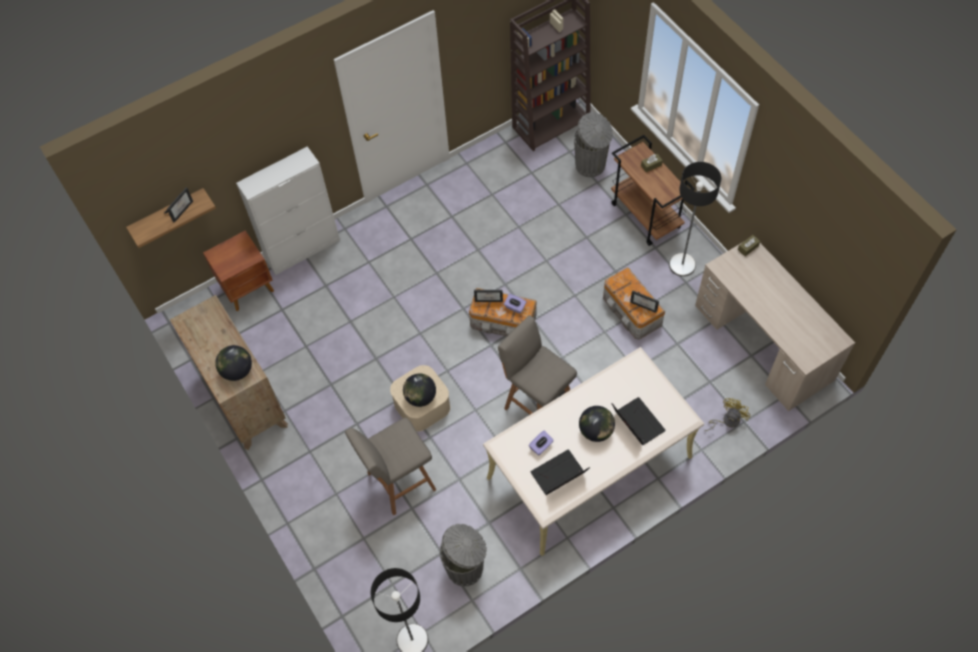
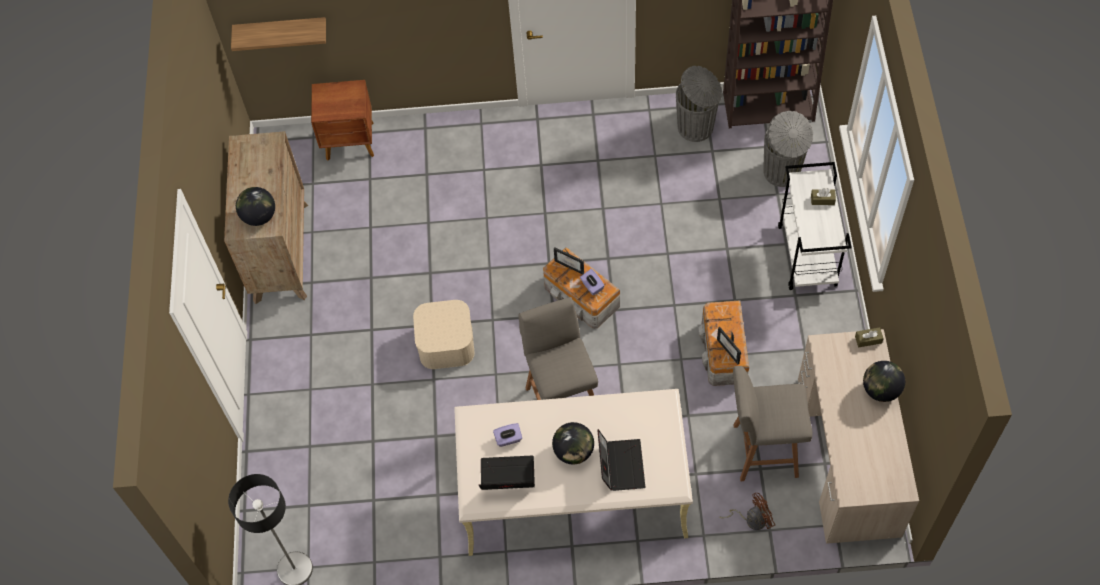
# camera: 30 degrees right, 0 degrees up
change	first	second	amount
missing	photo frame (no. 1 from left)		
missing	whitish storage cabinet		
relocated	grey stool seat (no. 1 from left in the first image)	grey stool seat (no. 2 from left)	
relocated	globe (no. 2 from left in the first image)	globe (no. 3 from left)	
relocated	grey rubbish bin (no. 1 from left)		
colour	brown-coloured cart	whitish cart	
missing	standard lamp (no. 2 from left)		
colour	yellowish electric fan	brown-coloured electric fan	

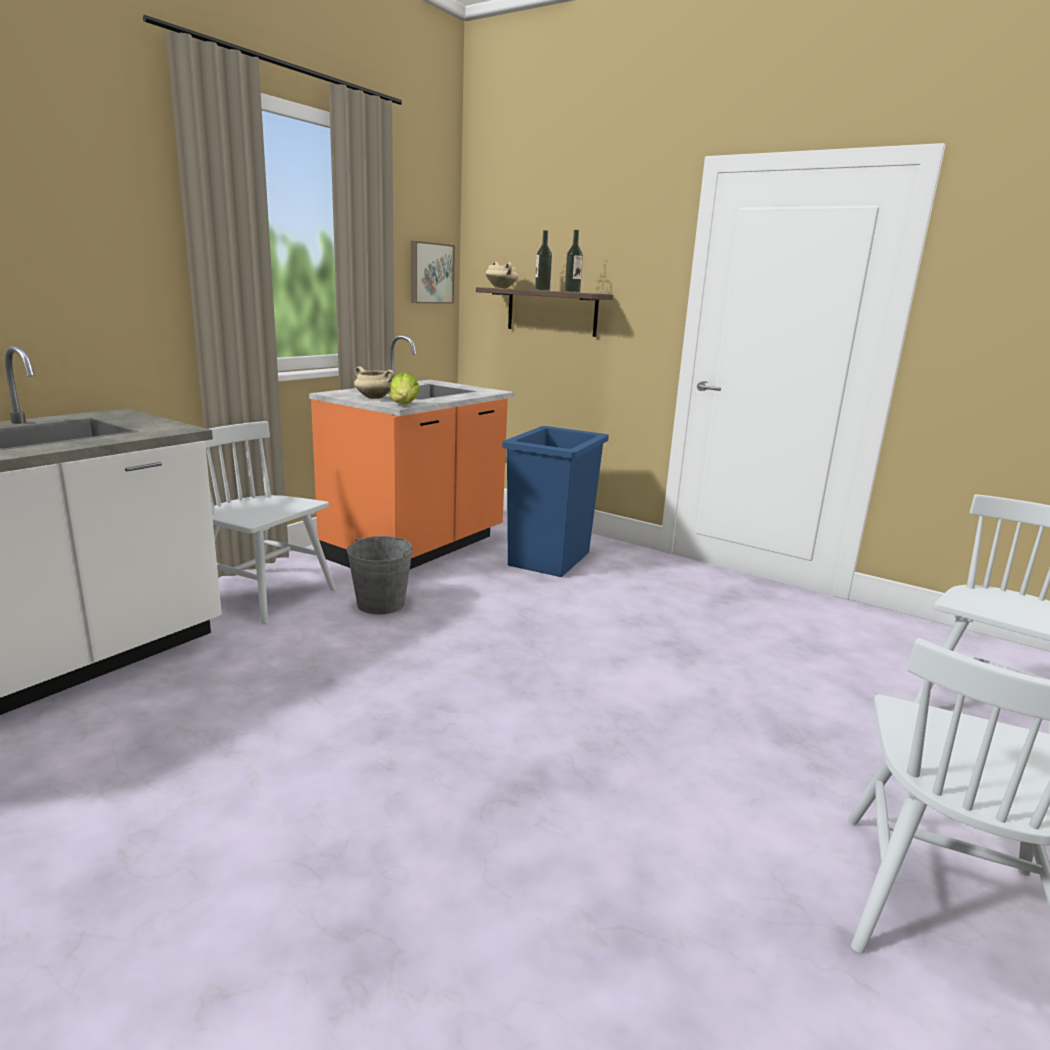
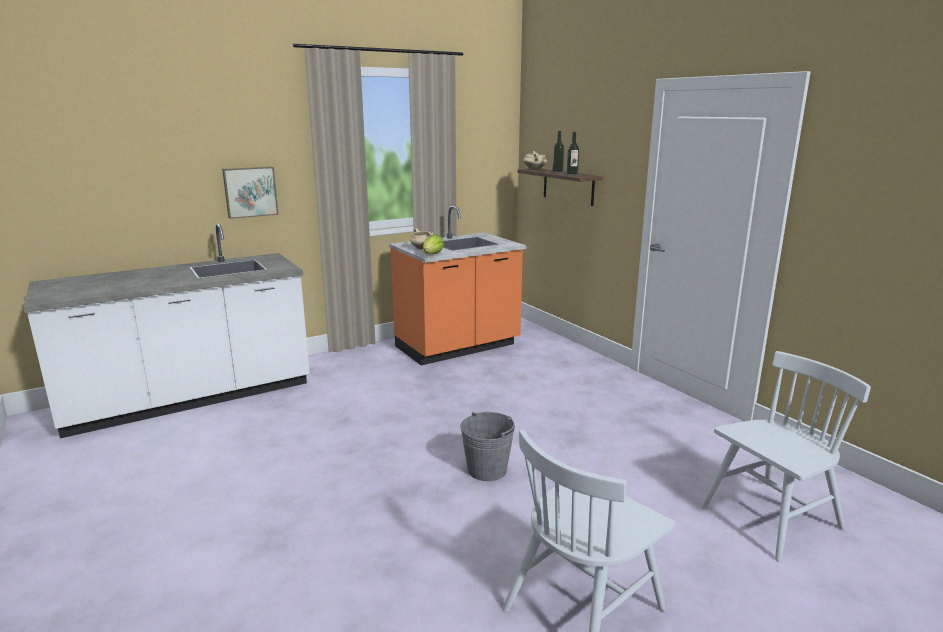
# camera: 25 degrees right, 0 degrees up
change	first	second	amount
missing	whitish upright chair (no. 1 from left)		
relocated	grey water bucket		
relocated	picture		
missing	bluish rubbish bin		

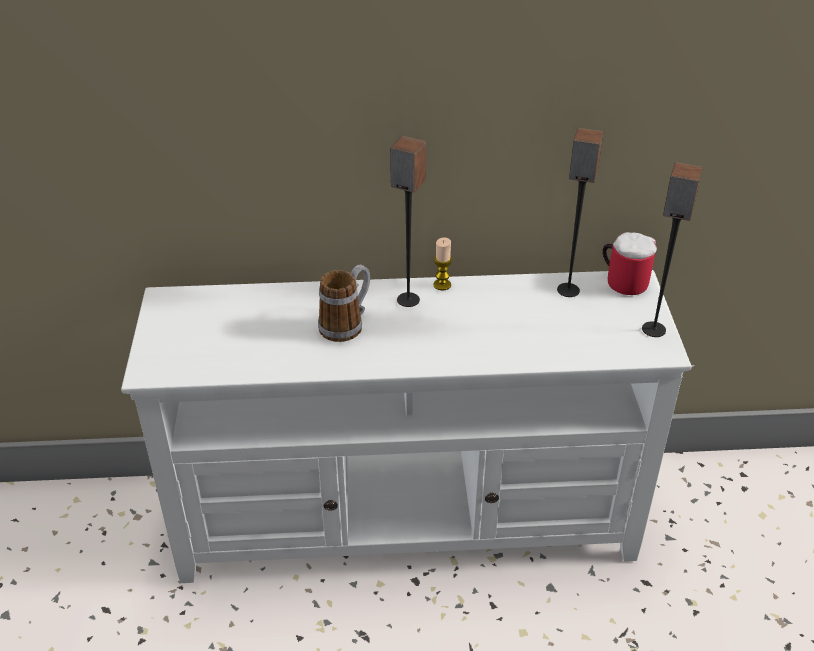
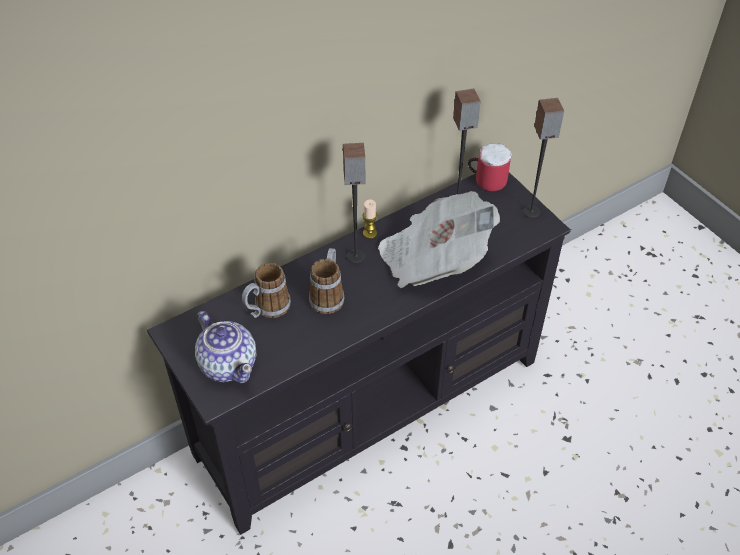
# camera: 30 degrees left, 10 degrees up
change	first	second	amount
colour	whitish tv stand	black tv stand	
appeared		tea pot	
appeared		mug (no. 1 from left)	
appeared		newspaper	

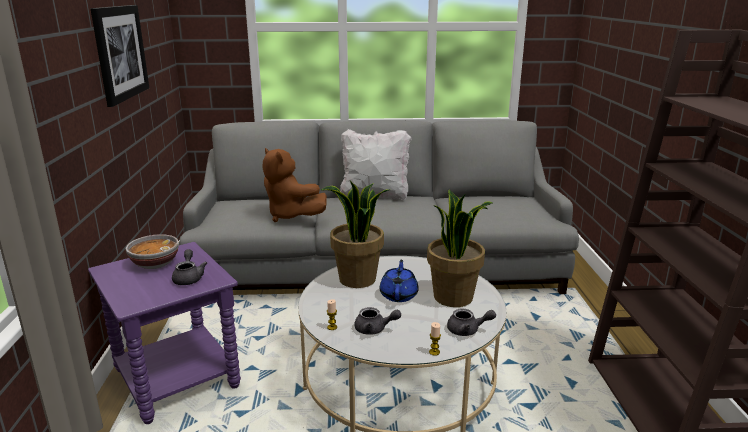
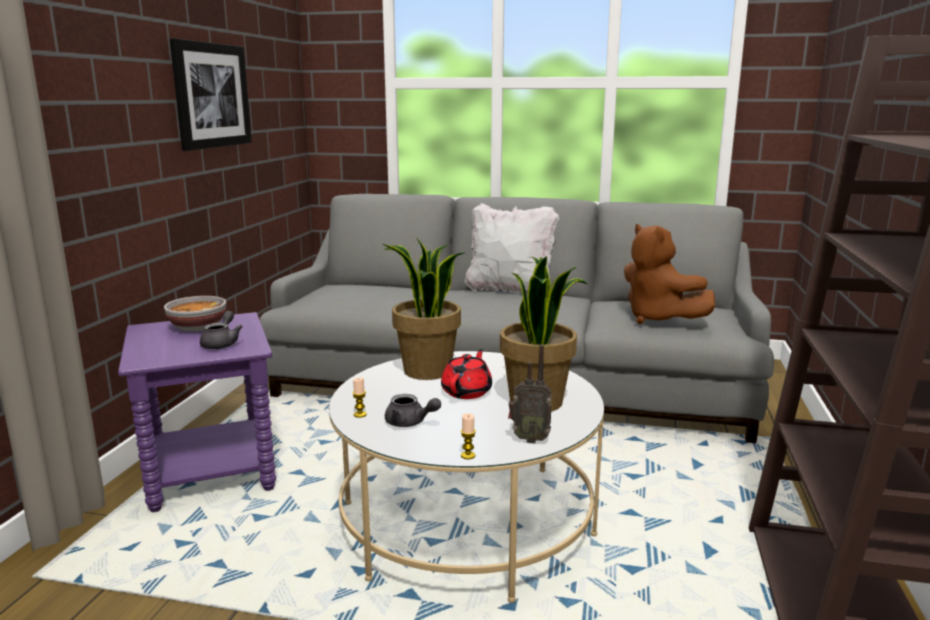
# camera: 15 degrees right, 5 degrees down
change	first	second	amount
relocated	brown-coloured soft toy		
colour	bluish tea pot	reddish tea pot	
exchanged	grey tea pot (no. 3 from left)	radio receiver	

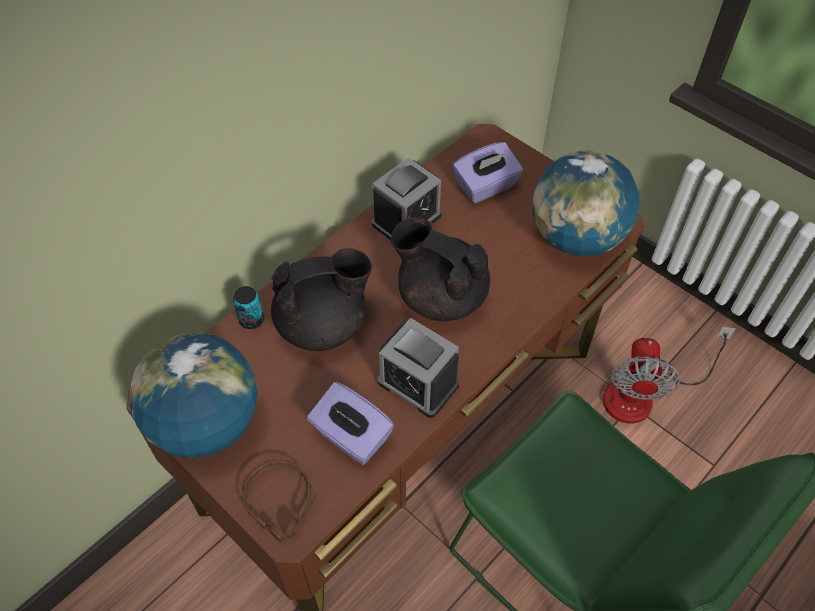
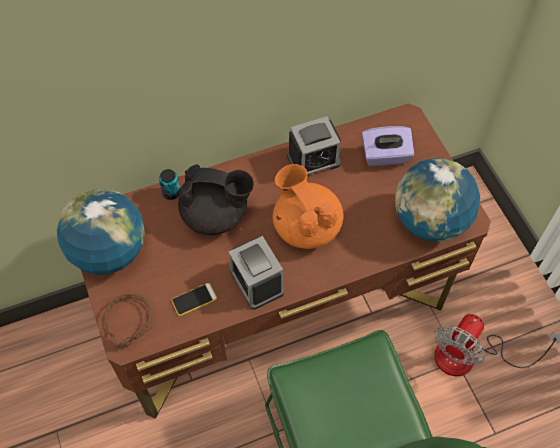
# camera: 25 degrees right, 5 degrees up
change	first	second	amount
exchanged	purple tissue holder (no. 1 from left)	telephone	
colour	black tea pot (no. 2 from left)	orange-coloured tea pot	

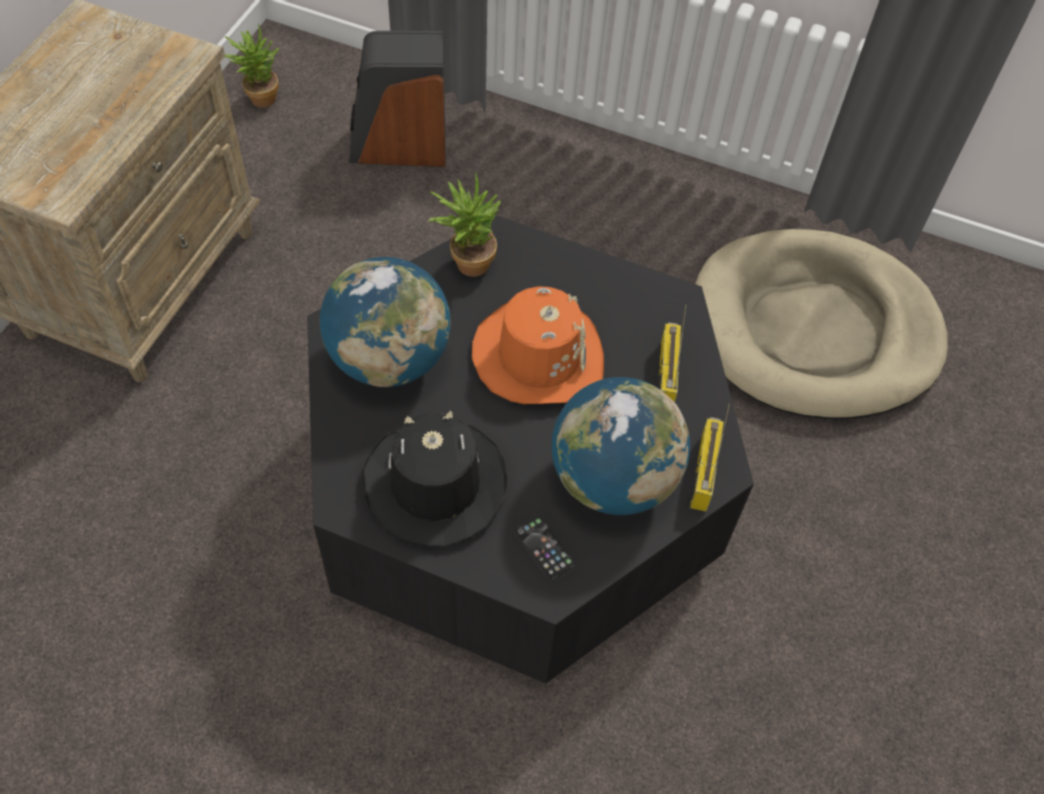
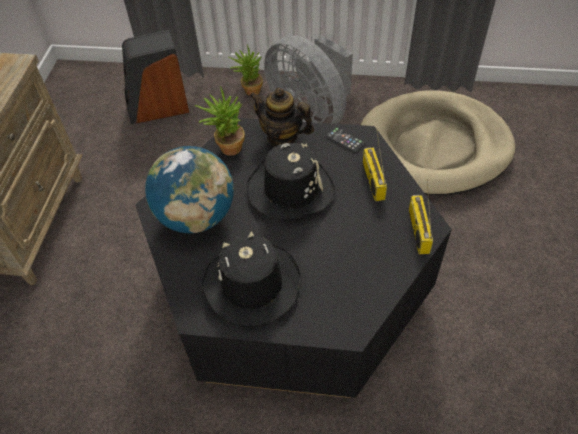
# camera: 10 degrees left, 5 degrees down
change	first	second	amount
relocated	plant in a pot (no. 1 from left in the first image)	plant in a pot (no. 2 from left)	
colour	orange-coloured clothing hat	black clothing hat (no. 2 from left)	
relocated	telephone		
missing	globe (no. 2 from left)		
appeared		tea pot	
appeared		grey electric fan	

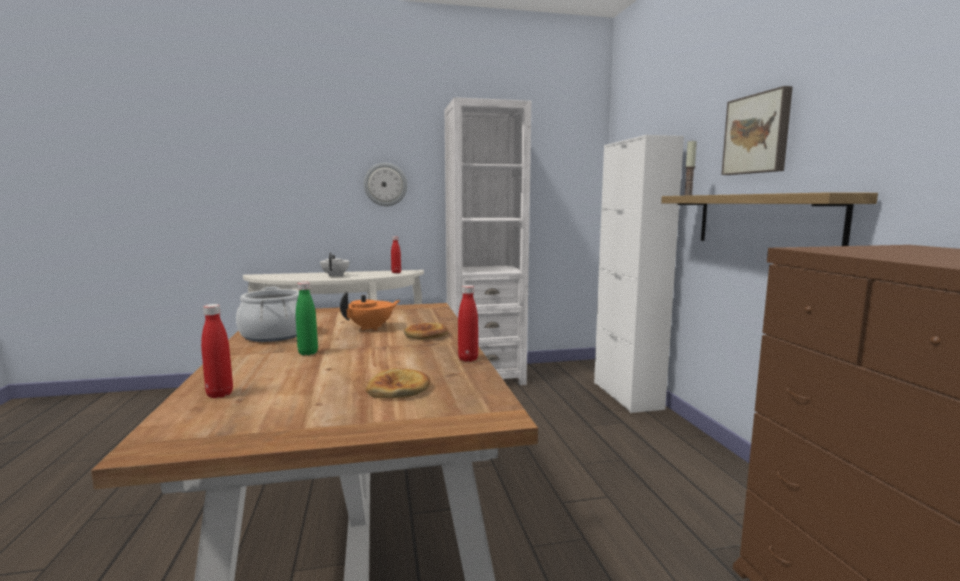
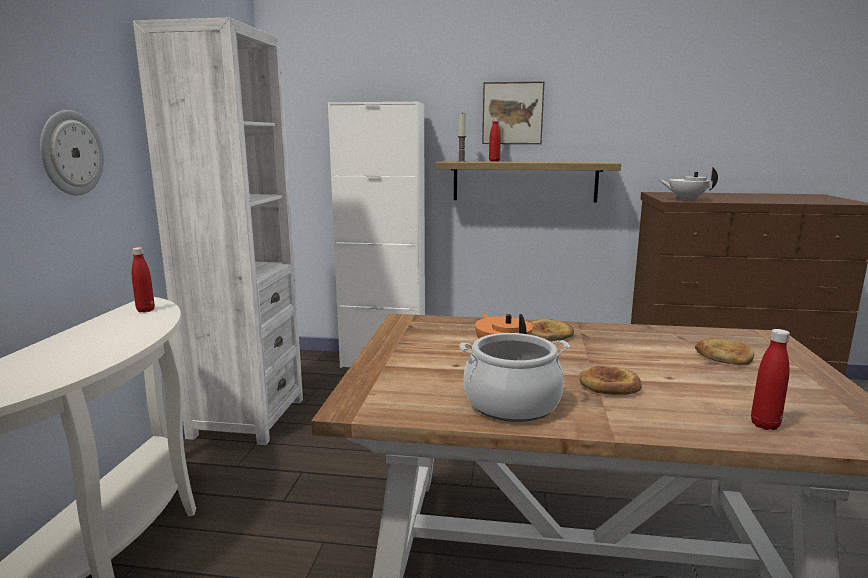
# camera: 70 degrees left, 5 degrees up
change	first	second	amount
exchanged	green-coloured beverage bottle	bread (no. 2 from left)	
relocated	whitish tea pot		
relocated	reddish beverage bottle (no. 3 from left in the first image)	reddish beverage bottle (no. 2 from left)	

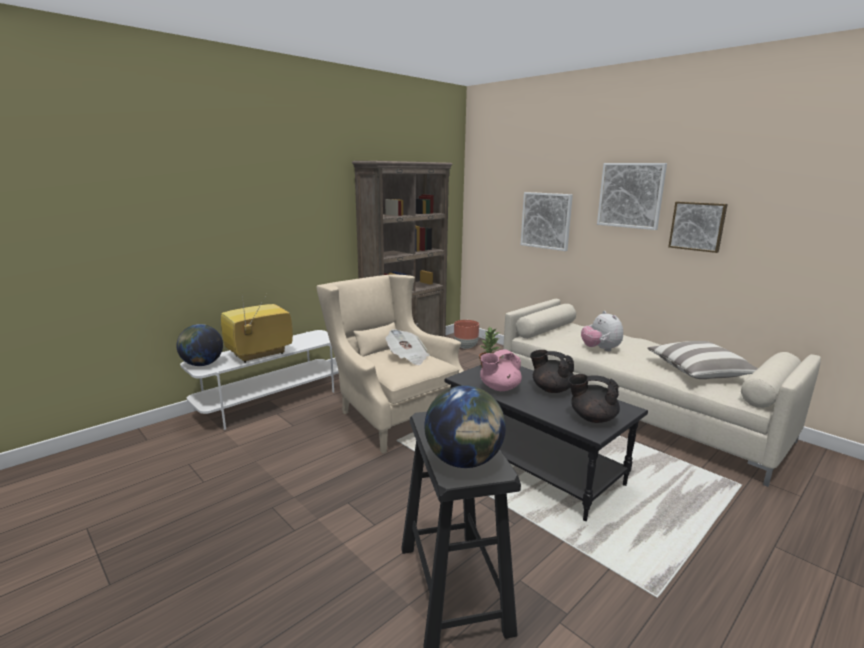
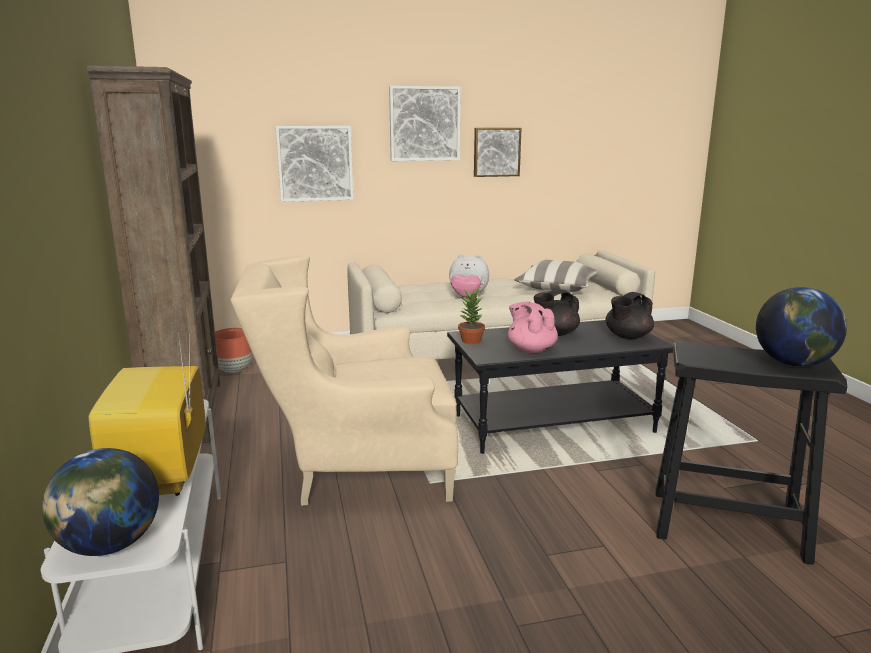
# camera: 60 degrees left, 0 degrees up
change	first	second	amount
missing	newspaper		
spun	pink-coloured tea pot		150 degrees clockwise

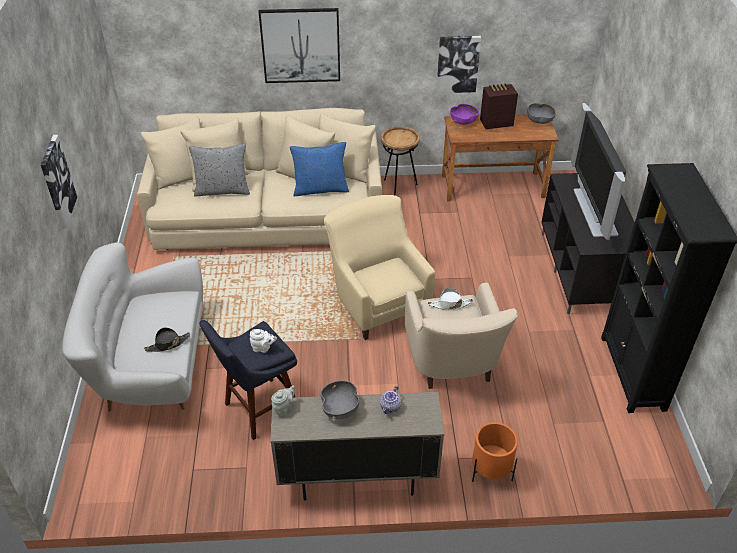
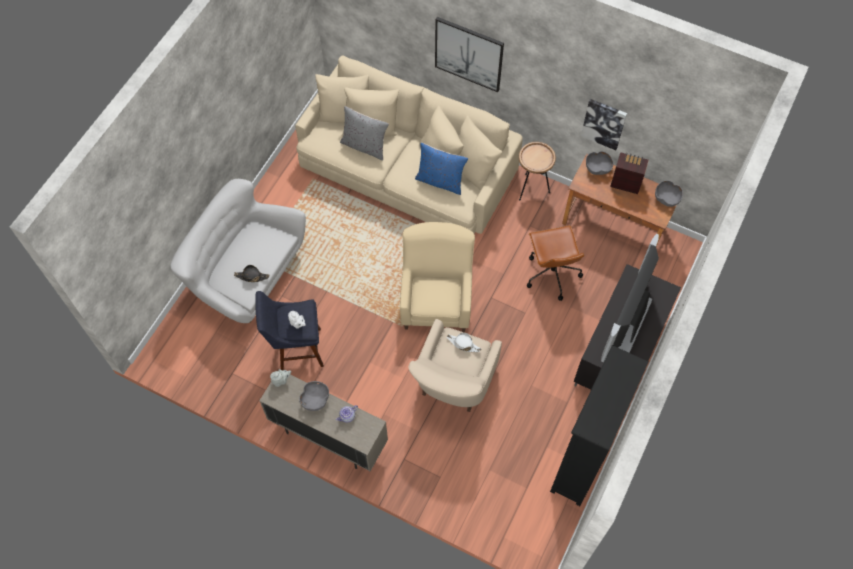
# camera: 30 degrees right, 20 degrees up
change	first	second	amount
missing	picture (no. 1 from left)		
colour	purple bowl	grey bowl (no. 2 from left)	
missing	orange-coloured planter		
appeared		brown-coloured office chair	

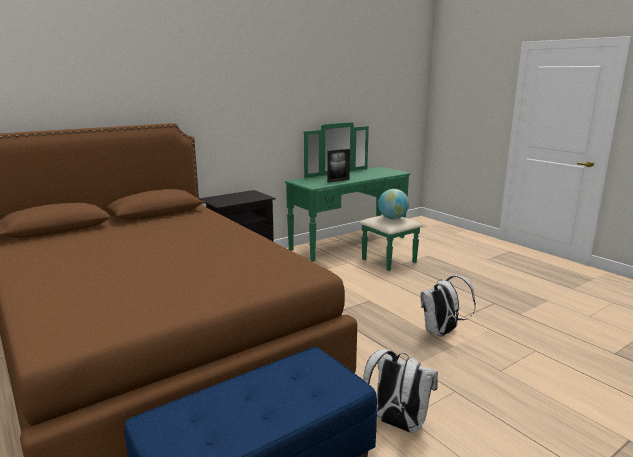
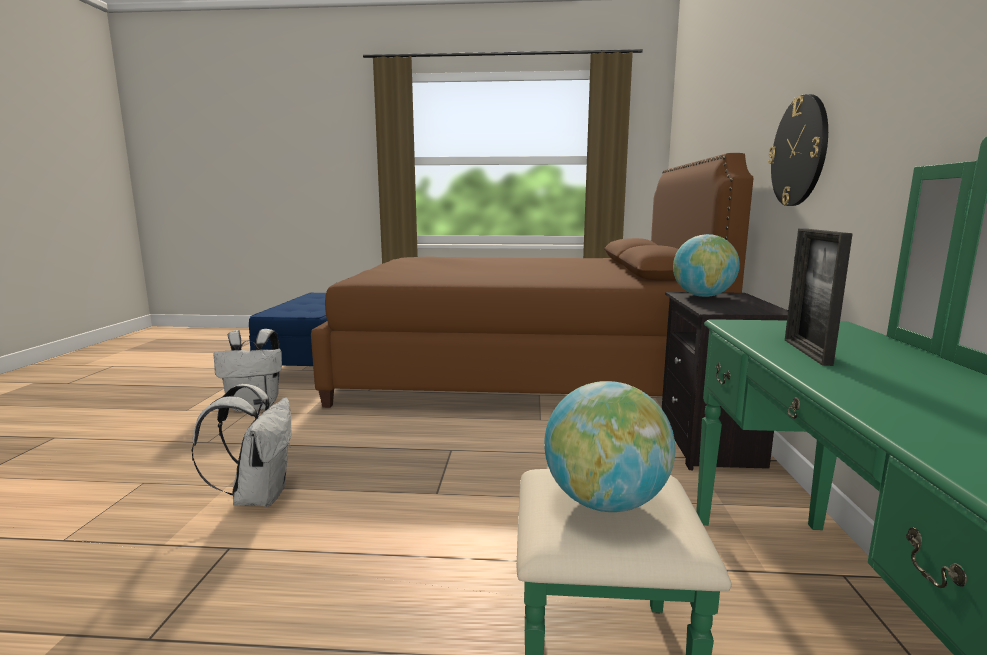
# camera: 130 degrees right, 5 degrees down
change	first	second	amount
appeared		globe (no. 2 from left)	
appeared		hanging clock	

